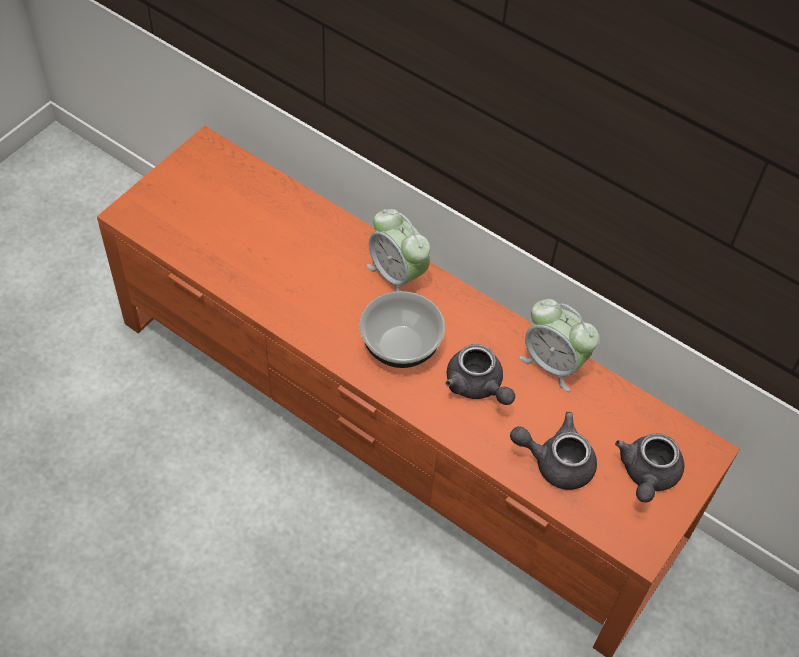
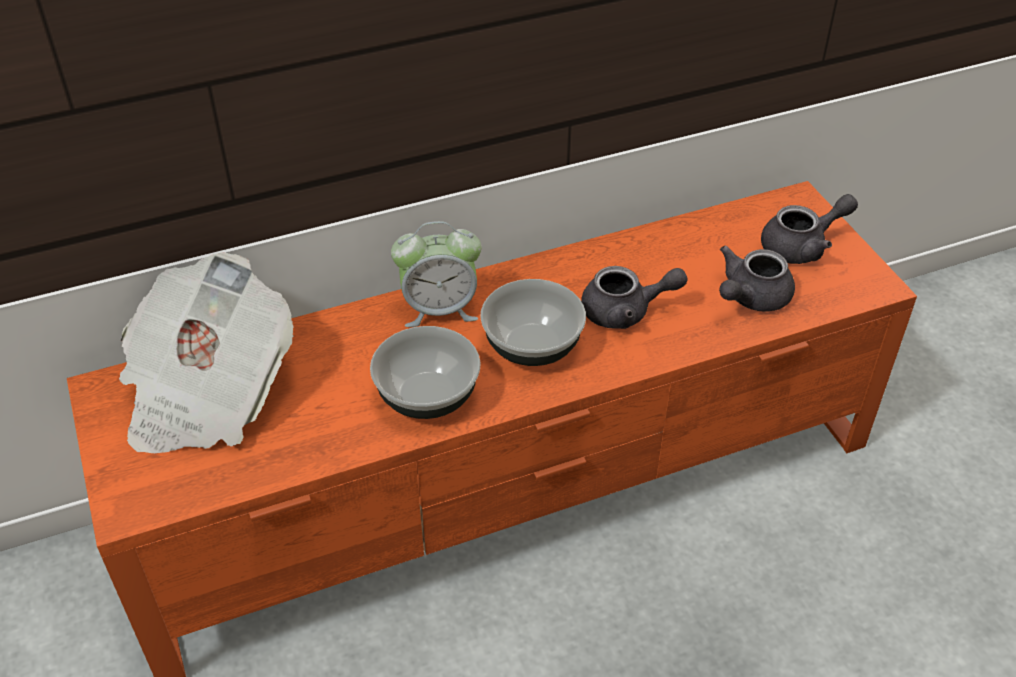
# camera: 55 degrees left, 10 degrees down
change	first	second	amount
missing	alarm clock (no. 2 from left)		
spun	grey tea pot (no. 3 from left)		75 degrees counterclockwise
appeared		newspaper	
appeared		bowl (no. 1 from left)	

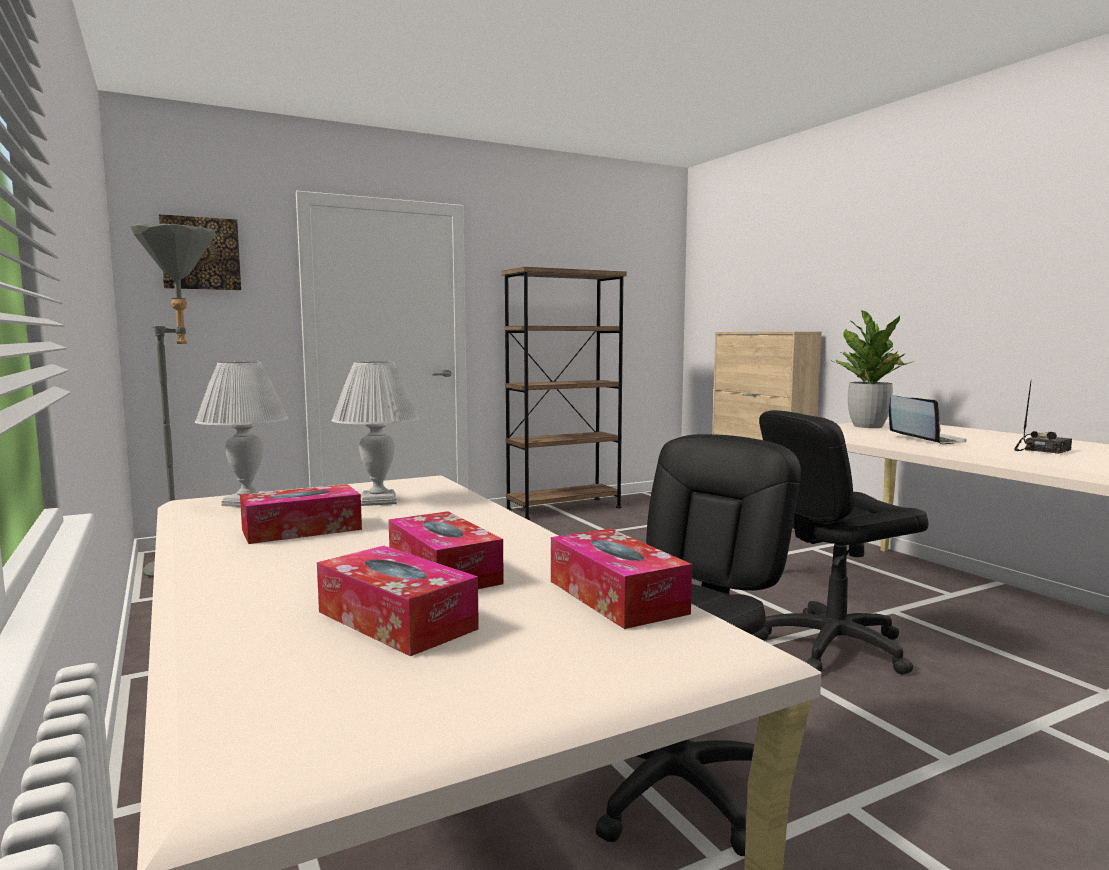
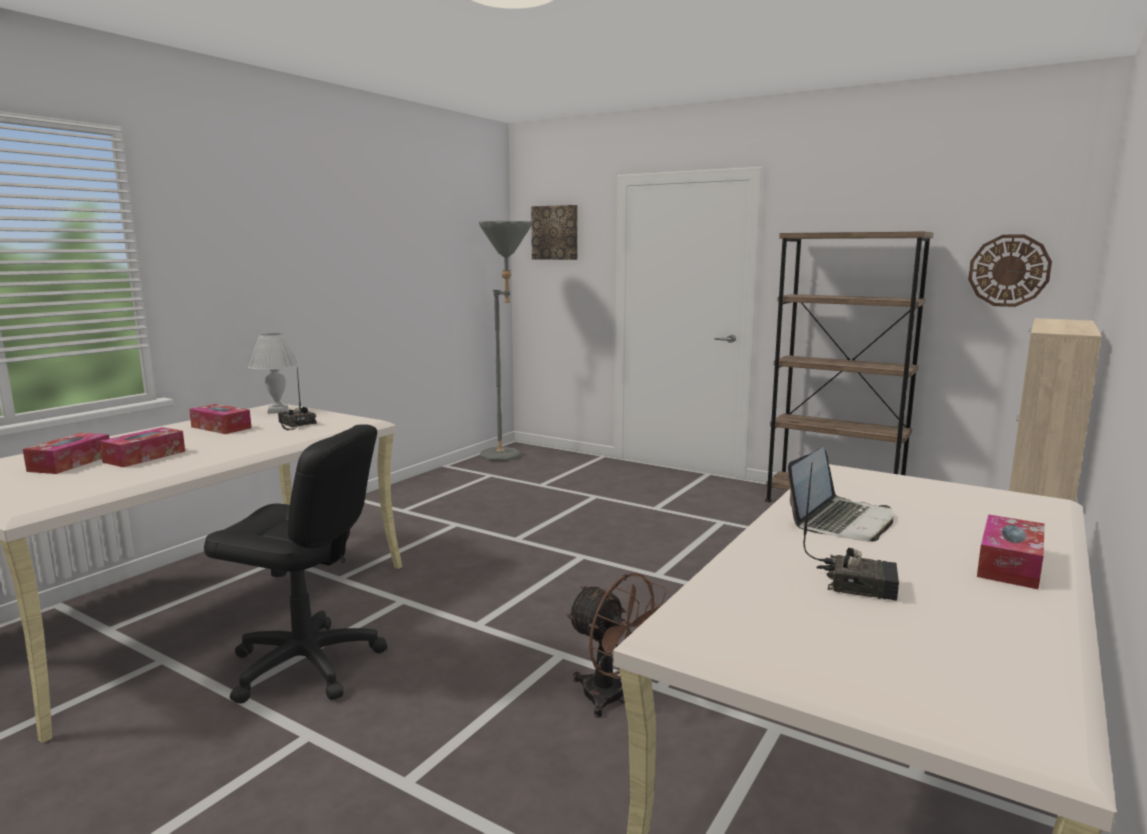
# camera: 60 degrees right, 5 degrees up
change	first	second	amount
exchanged	whitish lamp for a table (no. 2 from left)	radio receiver (no. 1 from left)	
relocated	tissue holder (no. 4 from left)		
exchanged	black office chair (no. 2 from left)	brown-coloured electric fan	
missing	plant in a pot		
appeared		hanging clock	

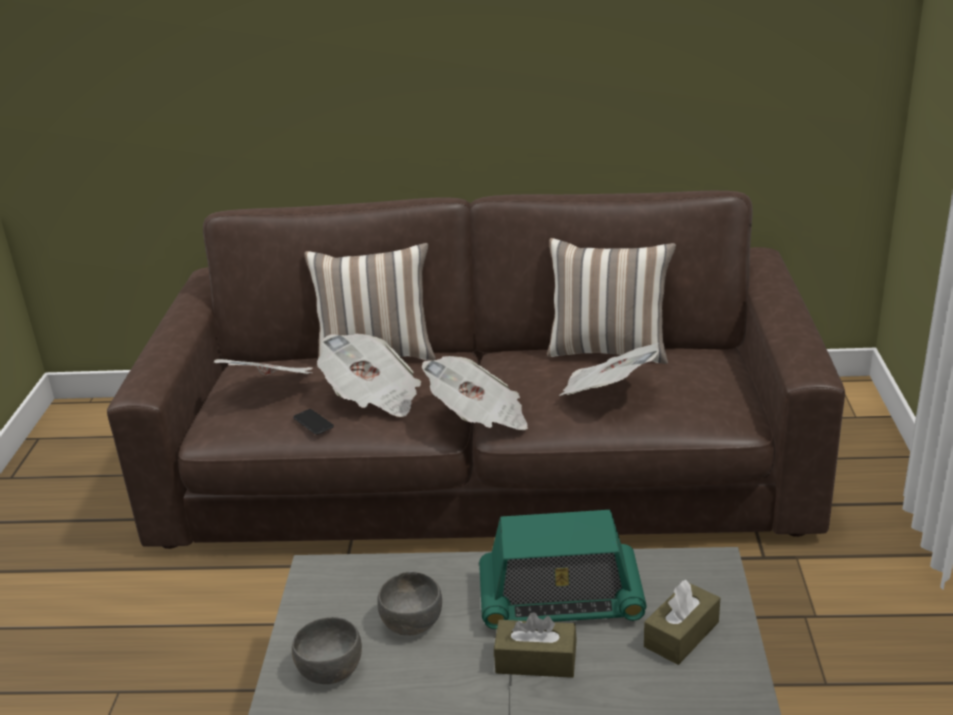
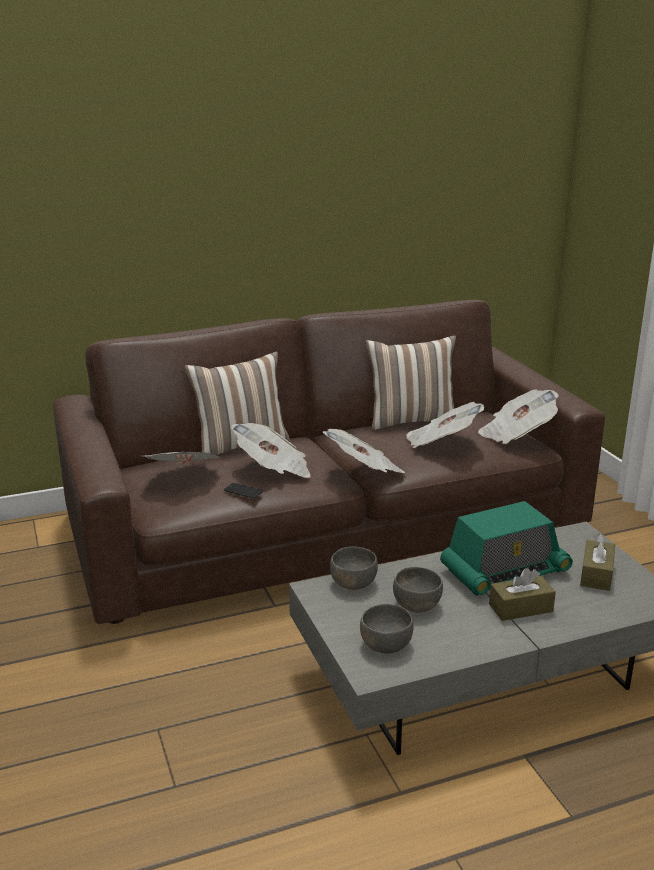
# camera: 25 degrees left, 5 degrees down
change	first	second	amount
appeared		grey bowl (no. 1 from left)	
appeared		newspaper (no. 5 from left)	

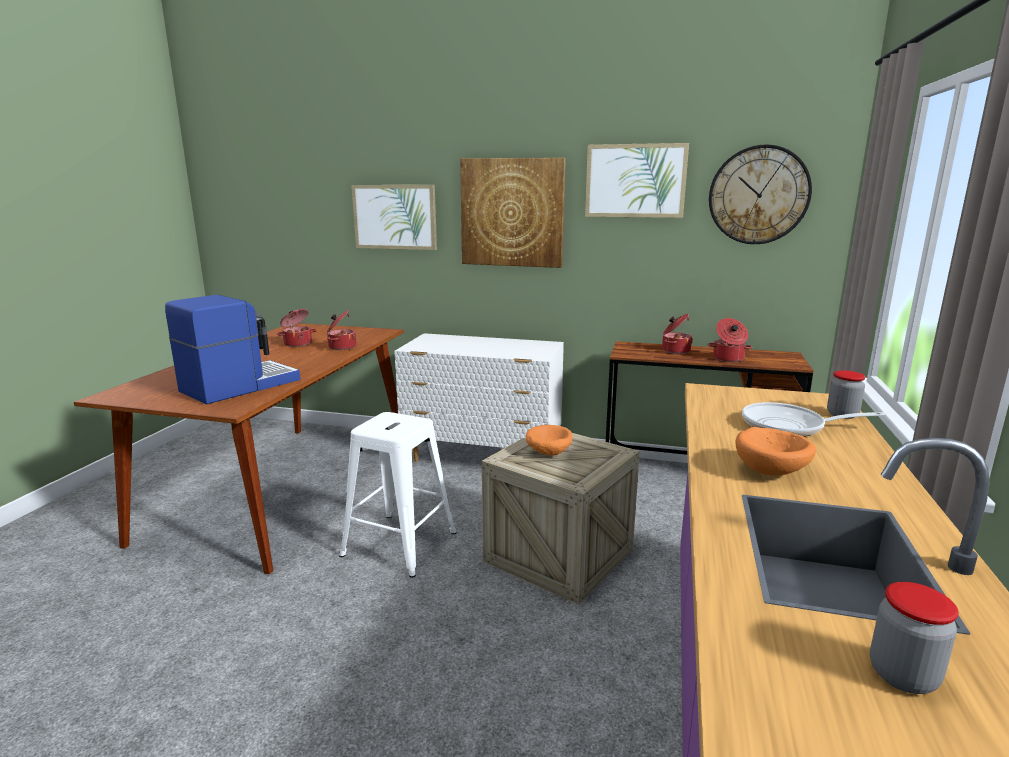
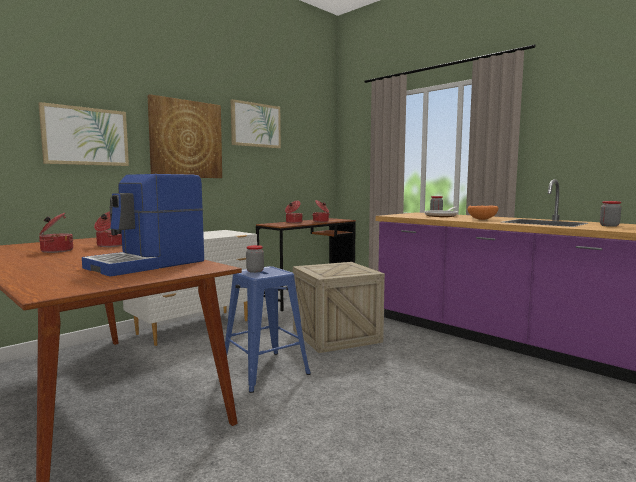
# camera: 60 degrees left, 10 degrees down
change	first	second	amount
spun	coffee maker		120 degrees counterclockwise
colour	whitish stool seat	bluish stool seat	
missing	orange-coloured bowl (no. 1 from left)		
missing	hanging clock		
appeared		storage jar (no. 1 from left)	

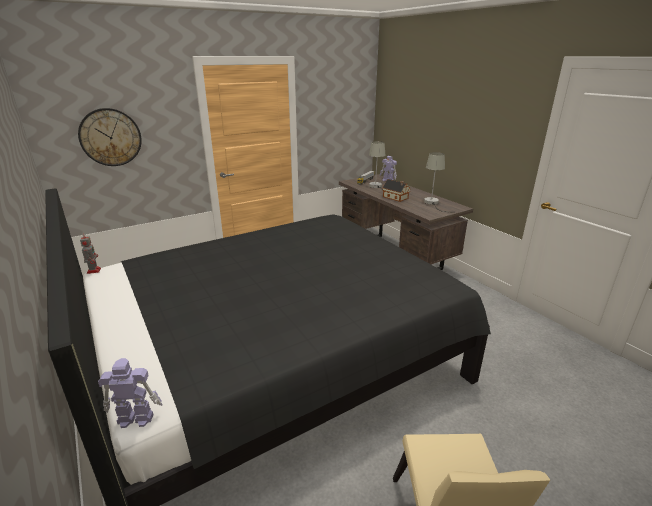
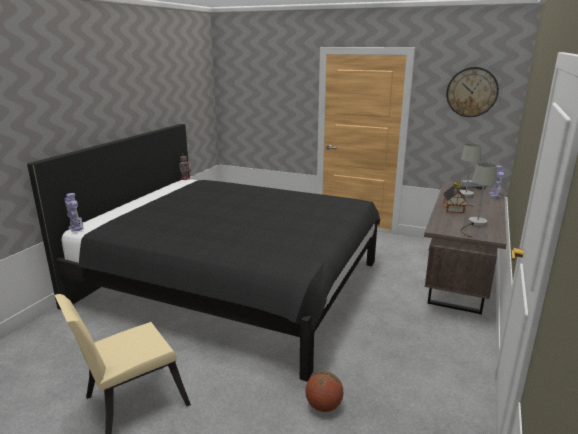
# camera: 55 degrees right, 5 degrees down
change	first	second	amount
relocated	hanging clock		
appeared		basketball ball	

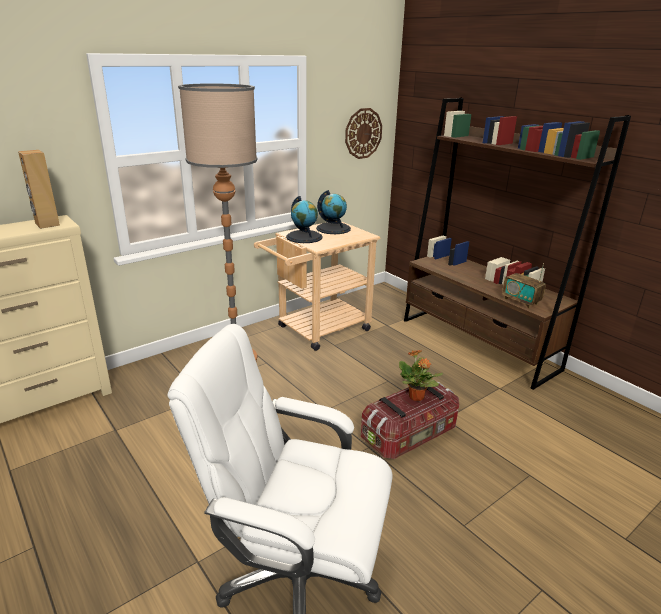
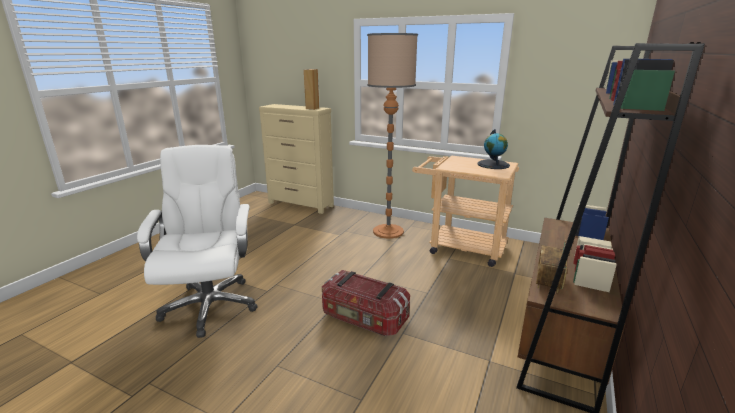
# camera: 65 degrees right, 5 degrees down
change	first	second	amount
missing	globe (no. 1 from left)		
missing	hanging clock		
missing	plant in a pot		

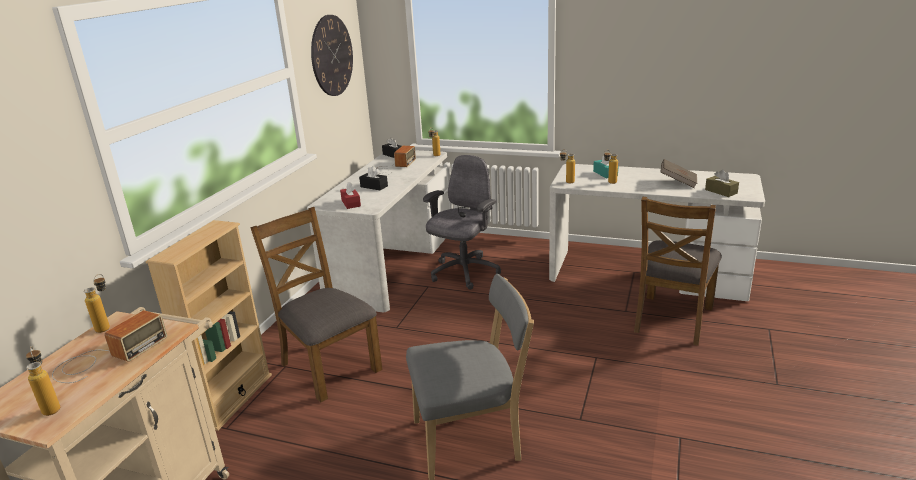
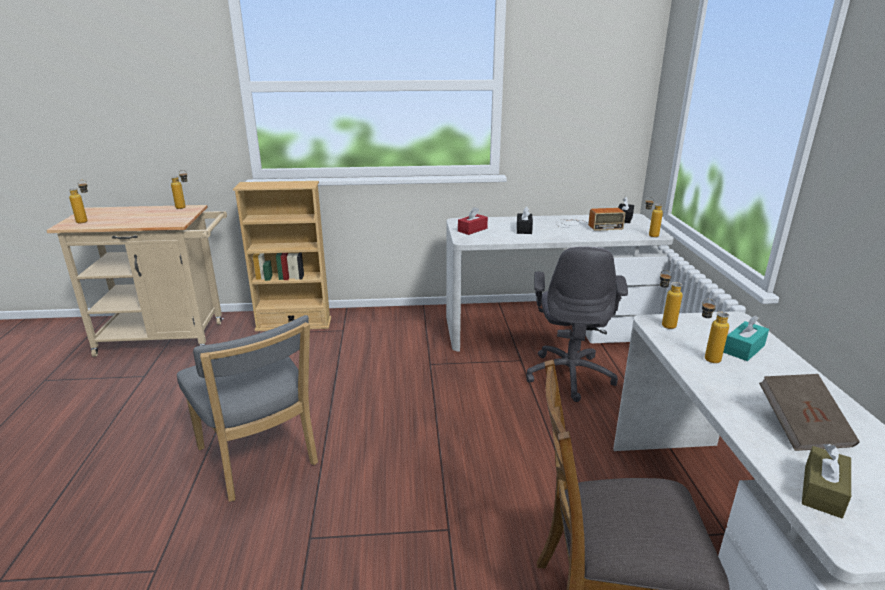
# camera: 65 degrees right, 0 degrees up
change	first	second	amount
missing	radio receiver (no. 1 from left)		
missing	brown-coloured upright chair (no. 1 from left)		
missing	hanging clock		
spun	grey office chair		90 degrees clockwise

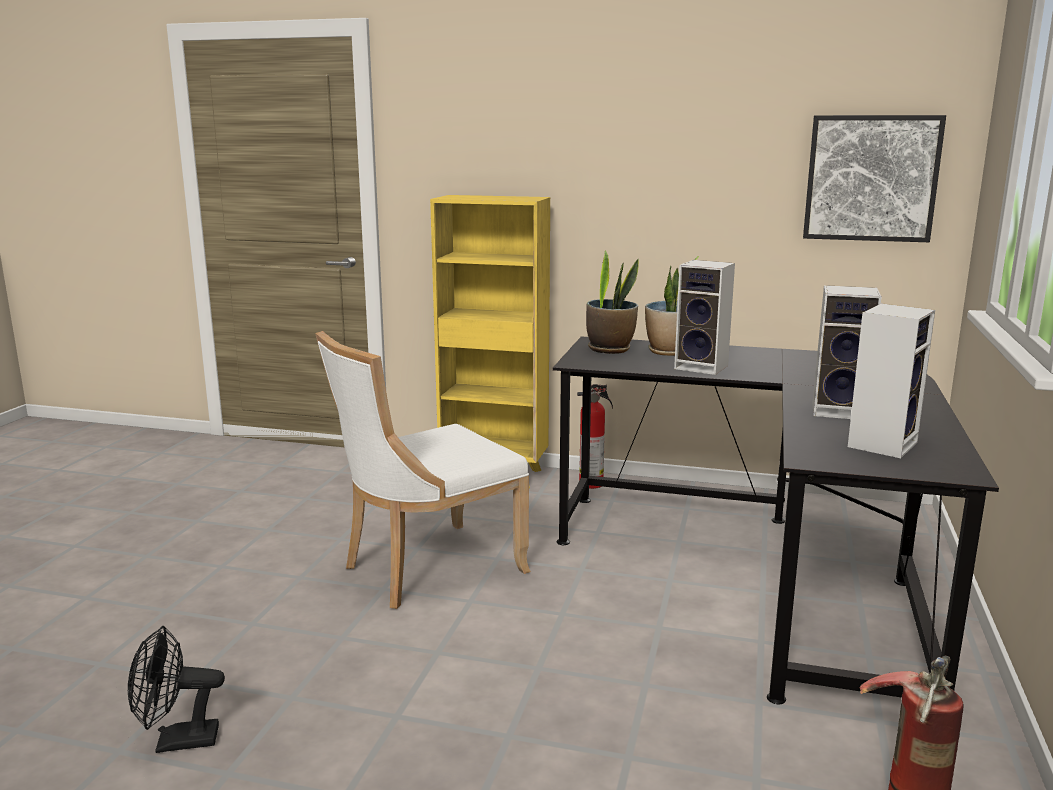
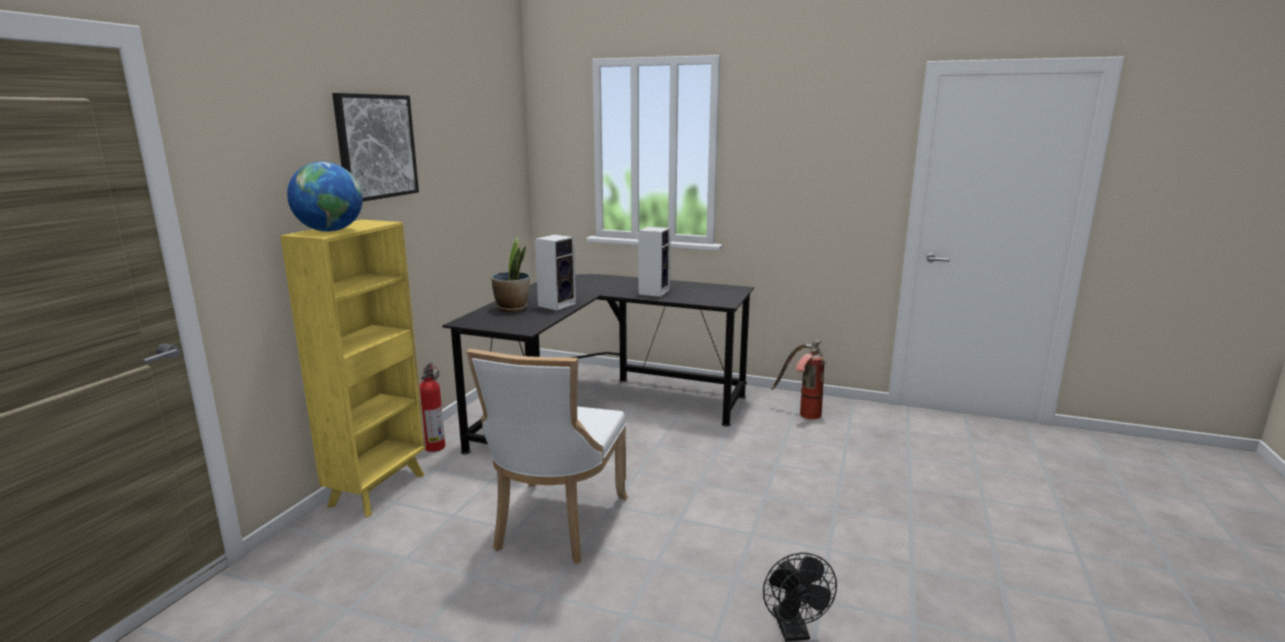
# camera: 85 degrees left, 0 degrees up
change	first	second	amount
spun	whitish upright chair		45 degrees clockwise
missing	plant in a pot (no. 1 from left)		
relocated	picture		
missing	audio speaker (no. 3 from left)		
appeared		globe	

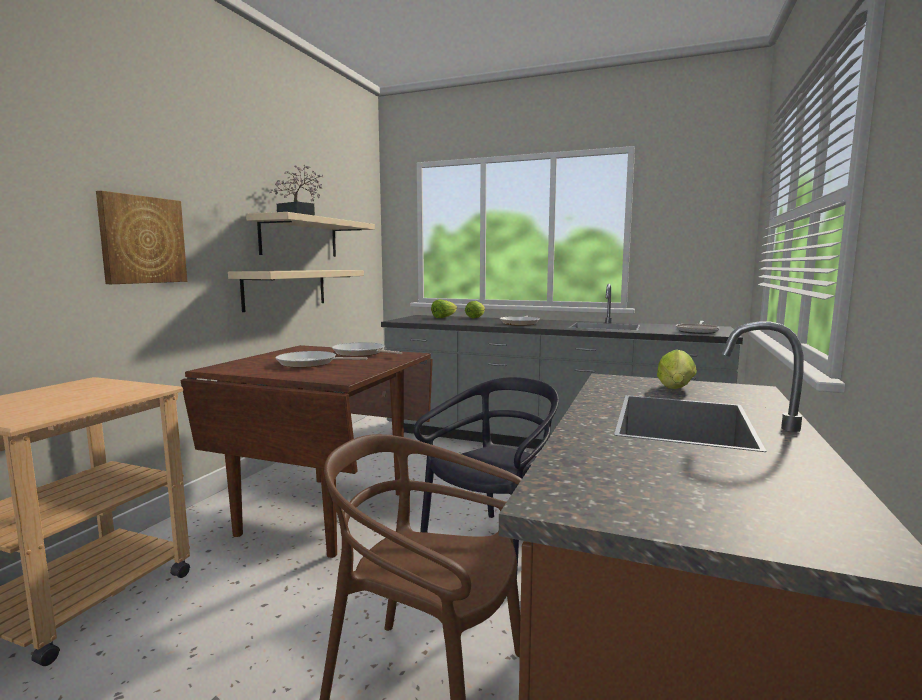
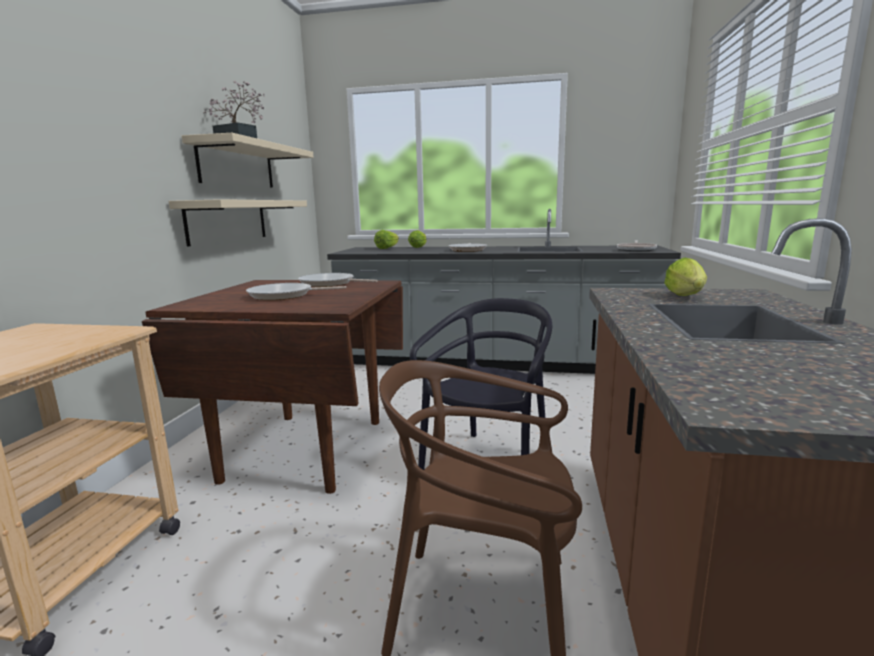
# camera: 10 degrees left, 5 degrees up
change	first	second	amount
missing	picture		

